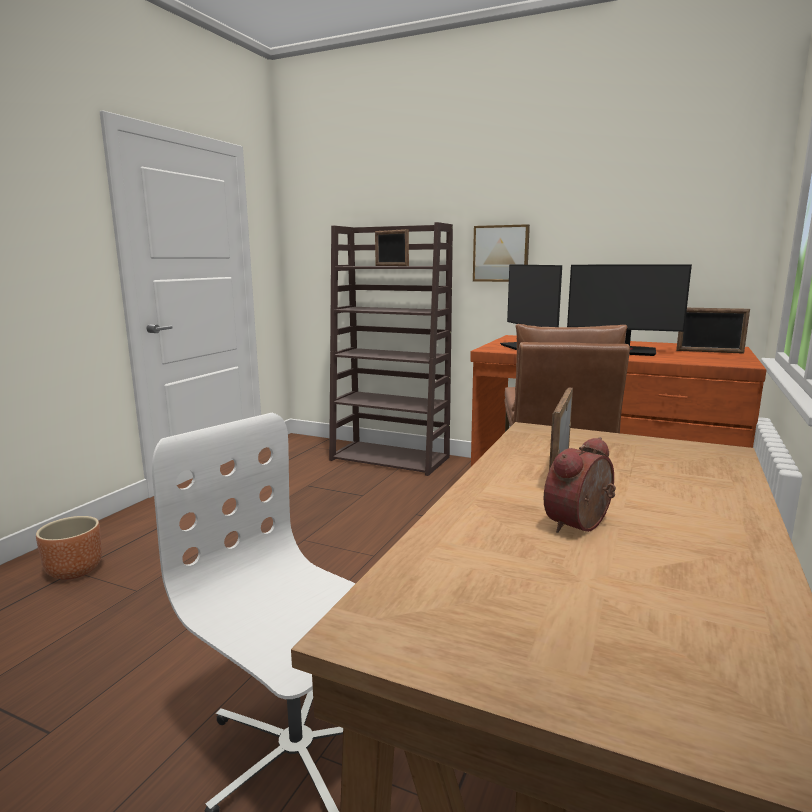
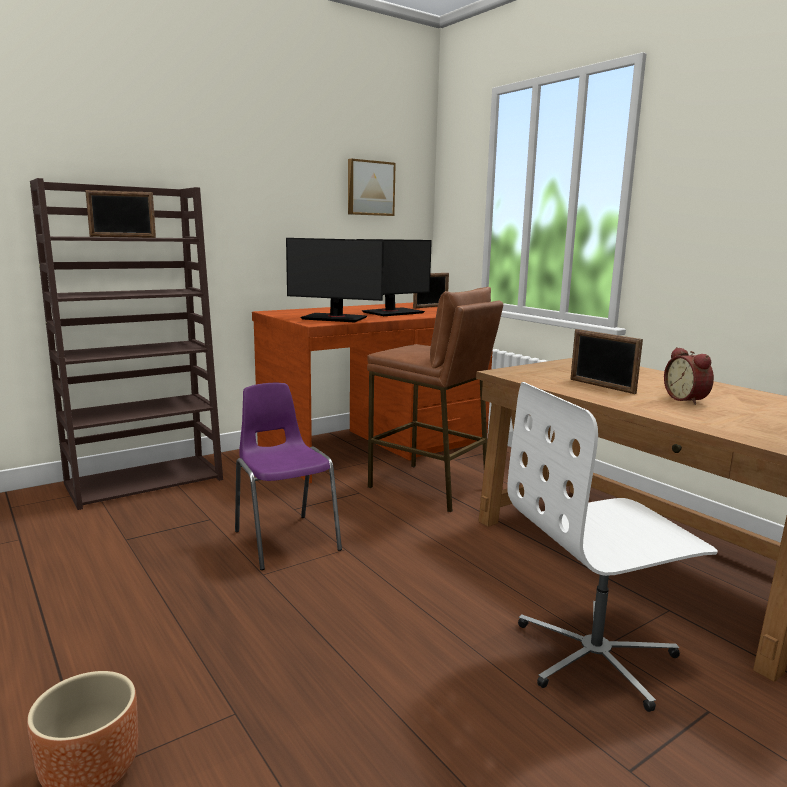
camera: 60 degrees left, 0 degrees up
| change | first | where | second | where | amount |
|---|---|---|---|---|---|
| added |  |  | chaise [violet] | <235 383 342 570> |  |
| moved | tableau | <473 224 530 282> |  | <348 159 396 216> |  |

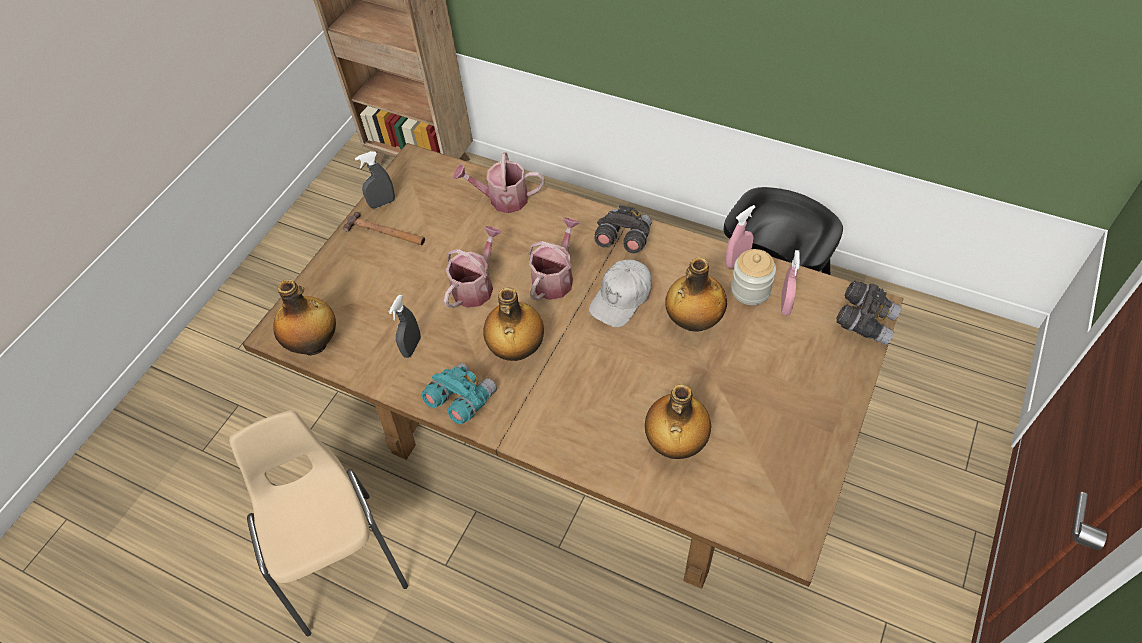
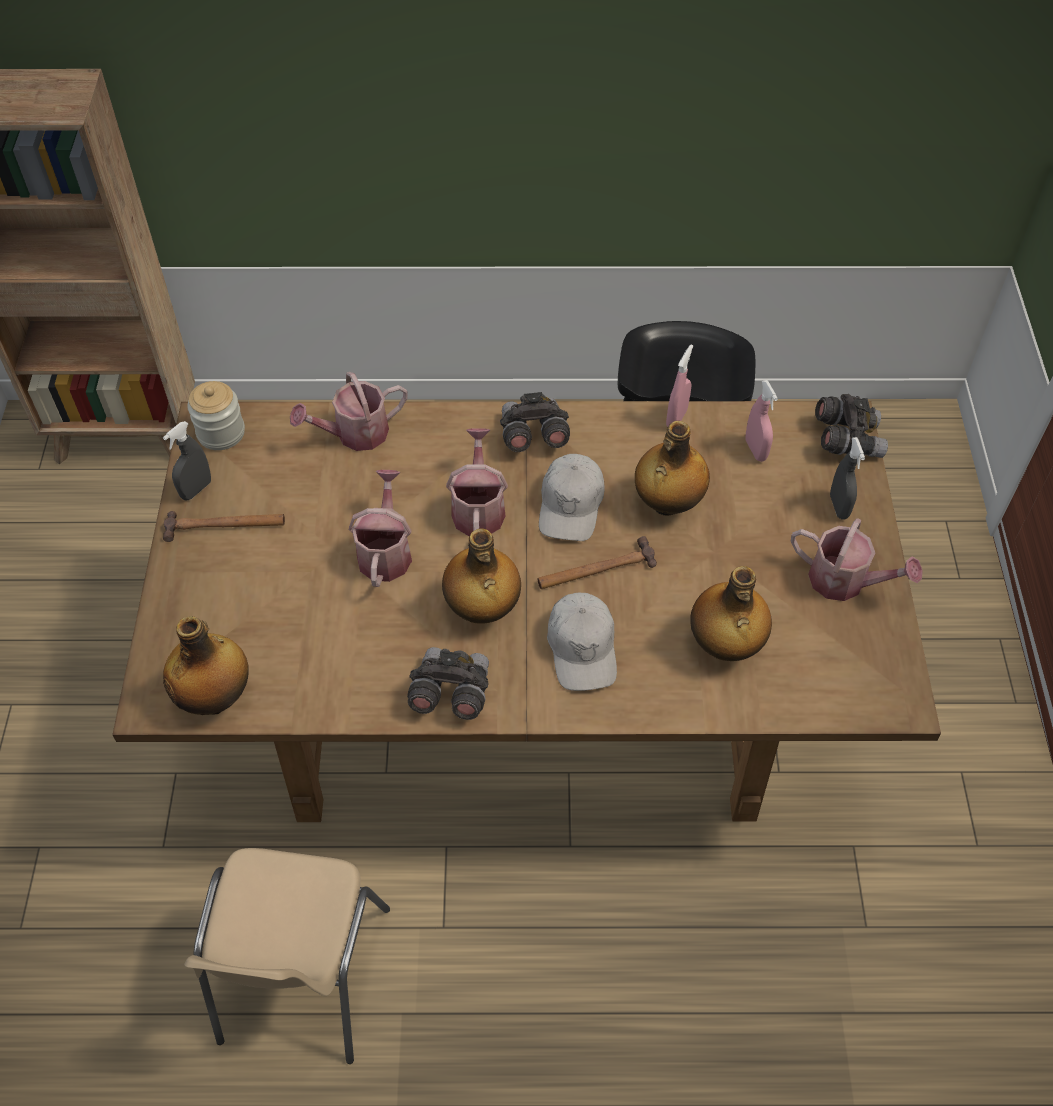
camera: 30 degrees left, 0 degrees up
| change | first | where | second | where | amount |
|---|---|---|---|---|---|
| turned | chaise [beige] | <229 410 408 636> |  | <184 848 390 1064> | 120 degrees counterclockwise |
| moved | bocal | <731 249 776 305> |  | <187 381 245 450> |  |
| recoloured | jumelles [turquoise] | <422 363 497 424> | jumelles [gris] | <407 647 489 720> |  |
| added |  |  | marteau | <538 536 657 589> |  |
| added |  |  | casquette [blanc] | <547 593 617 691> |  |
| added |  |  | arrosoir | <790 518 923 601> |  |
| moved | vaporisateur [gris] | <389 295 421 358> |  | <830 437 865 520> |  |

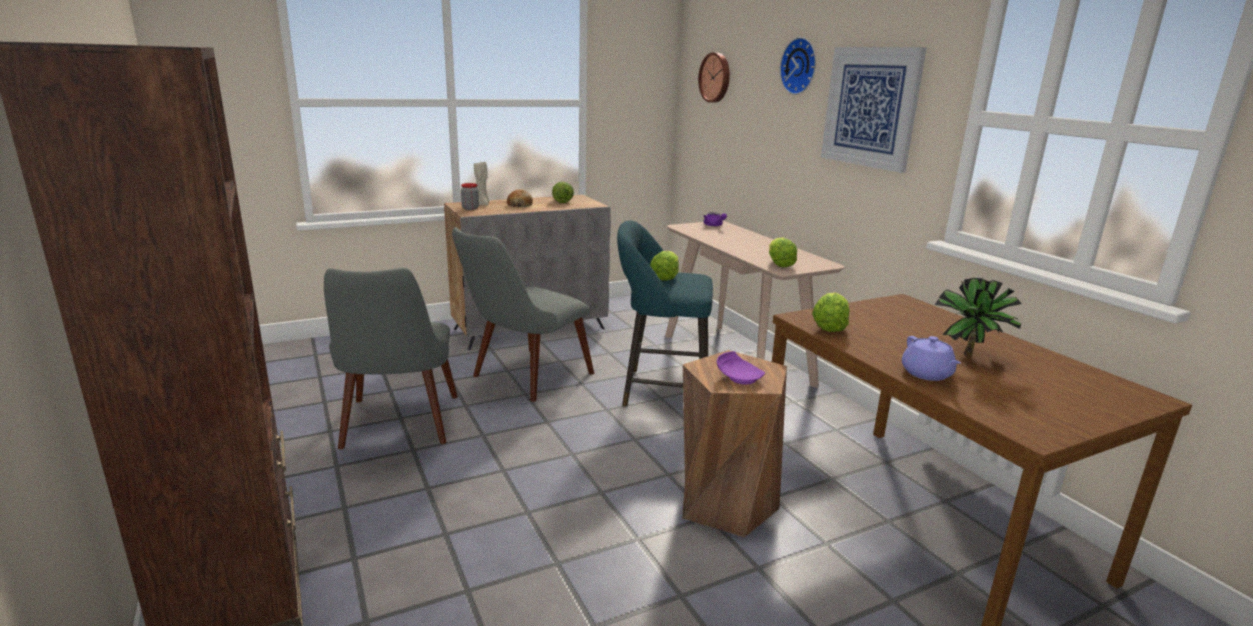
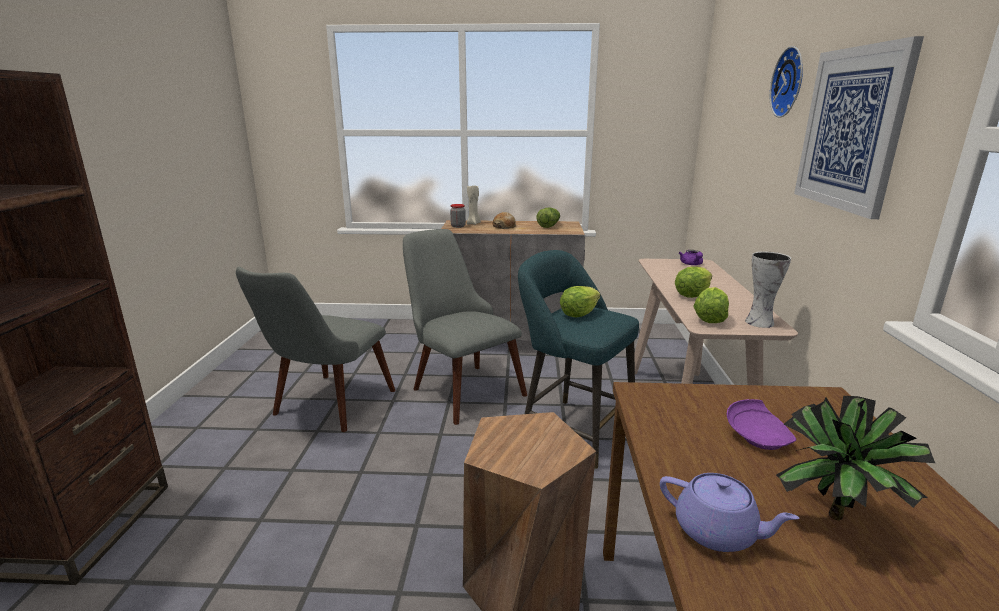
camera: 30 degrees right, 0 degrees up
| change | first | where | second | where | amount |
|---|---|---|---|---|---|
| turned | chaise [gris] | <452 227 594 402> |  | <403 229 527 425> | 75 degrees clockwise |
| turned | théière [violet] | <902 336 961 381> |  | <660 473 799 552> | 75 degrees counterclockwise |
| moved | laitue | <812 292 850 332> |  | <675 267 712 298> |  |
| moved | assiette [violet] | <717 351 765 384> |  | <727 399 796 450> |  |
| added |  |  | vase | <745 251 791 328> |  |
| removed | horloge murale | <698 52 730 103> |  |  |  |

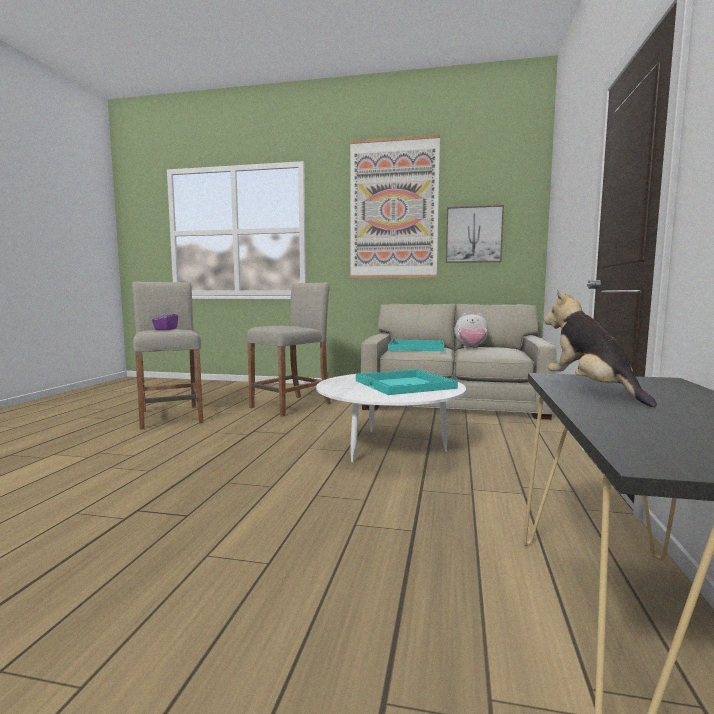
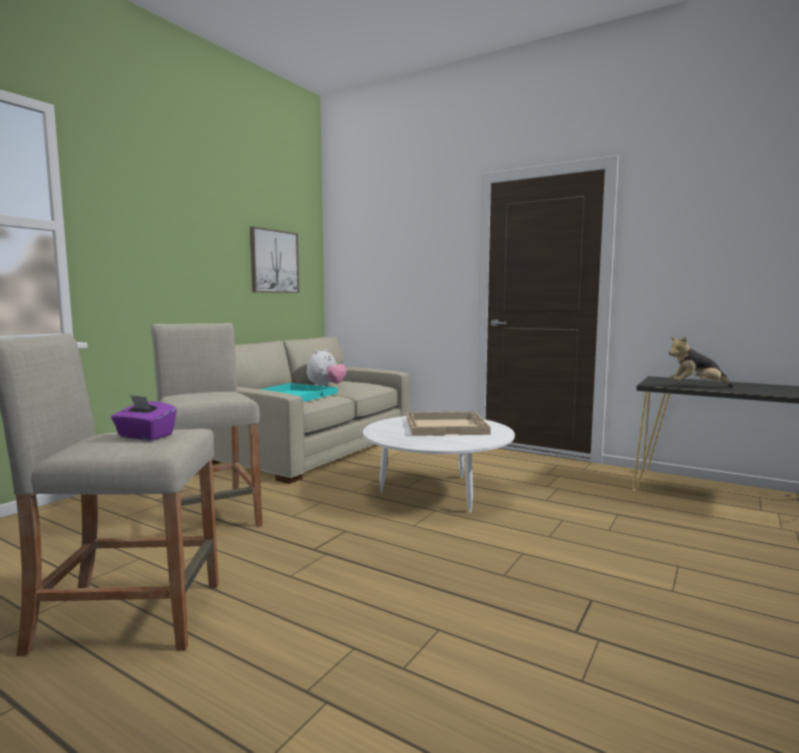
camera: 70 degrees left, 0 degrees up
| change | first | where | second | where | amount |
|---|---|---|---|---|---|
| recoloured | plateau [turquoise] | <356 369 458 395> | plateau [beige] | <407 411 491 436> |  |
| removed | tableau | <350 134 440 278> |  |  |  |

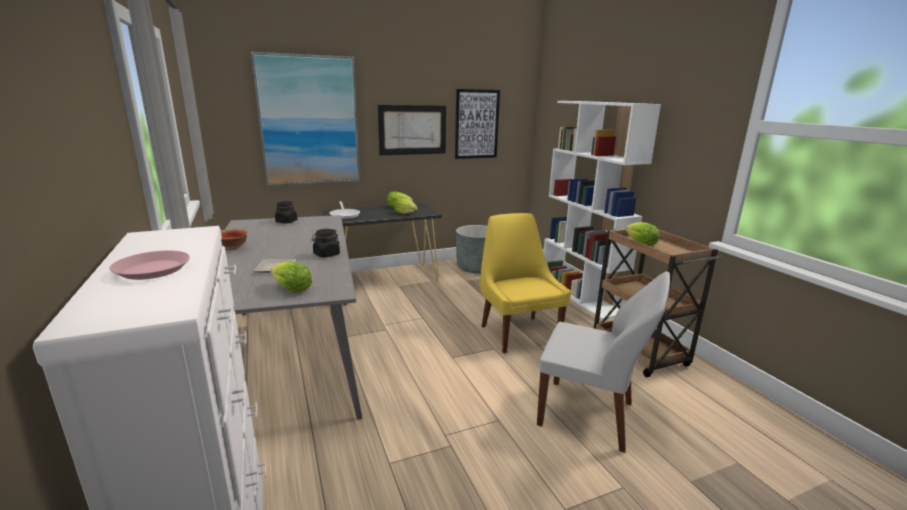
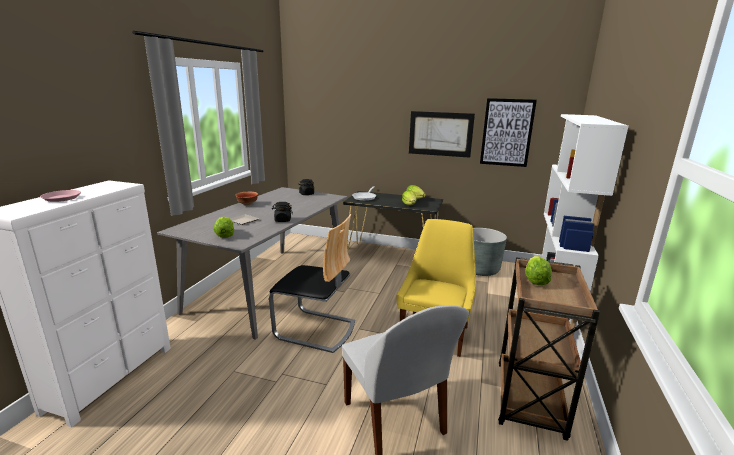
camera: 40 degrees right, 0 degrees up
| change | first | where | second | where | amount |
|---|---|---|---|---|---|
| added |  |  | chaise | <269 214 355 353> |  |
| removed | tableau | <251 52 360 186> |  |  |  |

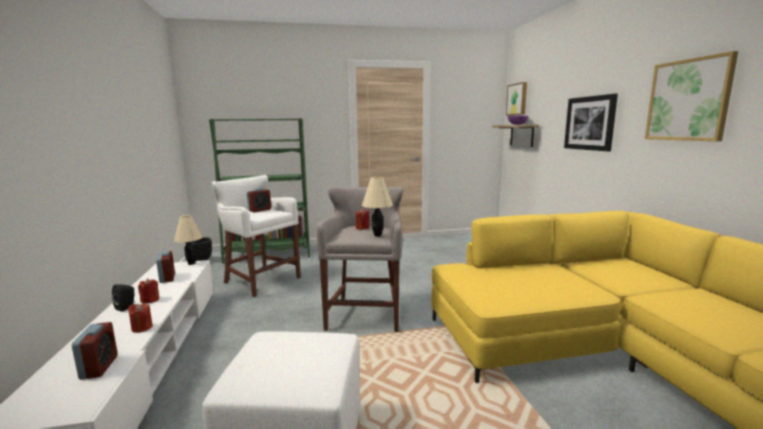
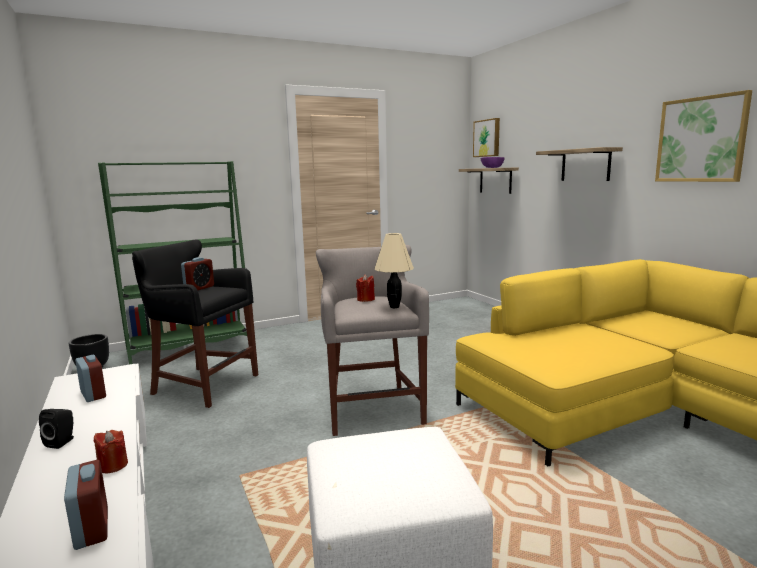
camera: 15 degrees left, 0 degrees up
| change | first | where | second | where | amount |
|---|---|---|---|---|---|
| recoloured | tabouret [blanc] | <212 175 301 297> | tabouret [noir] | <132 239 258 408> |  |
| replaced | tableau | <564 93 618 152> | étagère | <536 147 623 181> |  |
| removed | bougie [rouge] | <138 279 159 304> |  |  |  |
| removed | lampe de table [beige] | <174 215 203 265> |  |  |  |

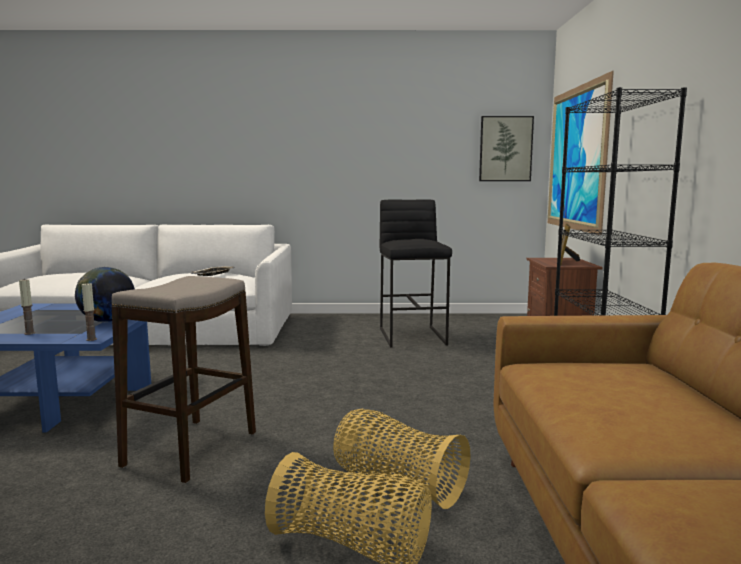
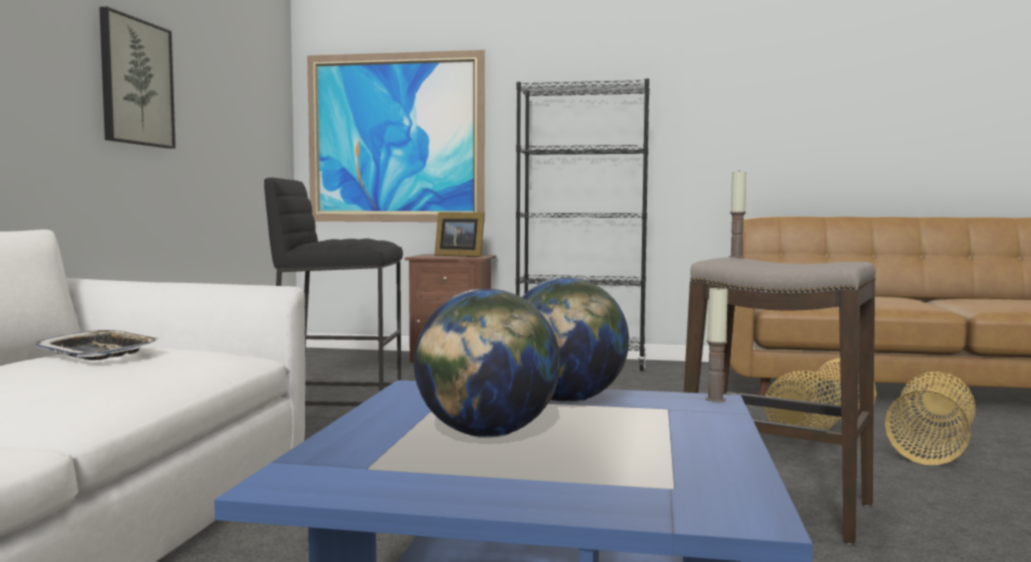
camera: 80 degrees left, 5 degrees down
| change | first | where | second | where | amount |
|---|---|---|---|---|---|
| moved | tableau | <479 116 534 181> |  | <99 7 176 149> |  |
| added |  |  | globe | <414 289 561 438> |  |
| moved | bougie | <19 279 35 335> |  | <729 170 746 258> |  |

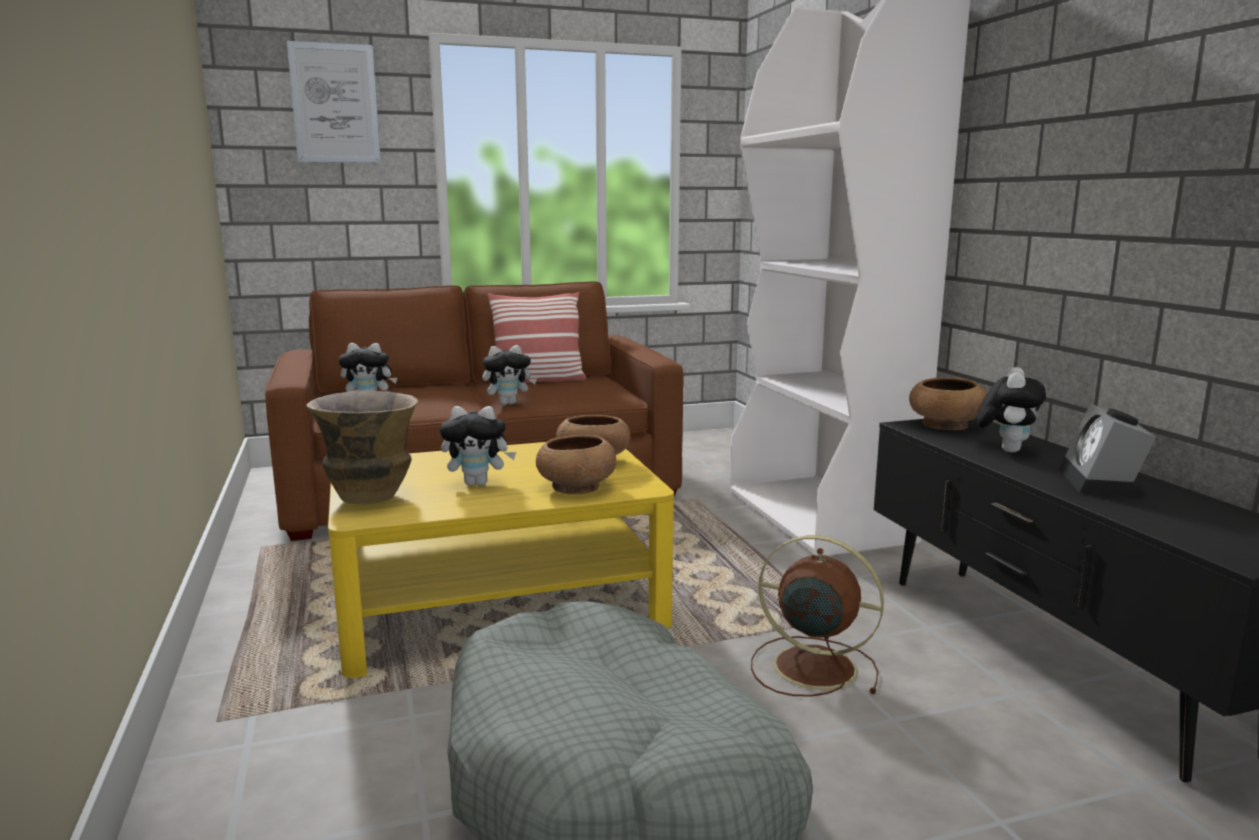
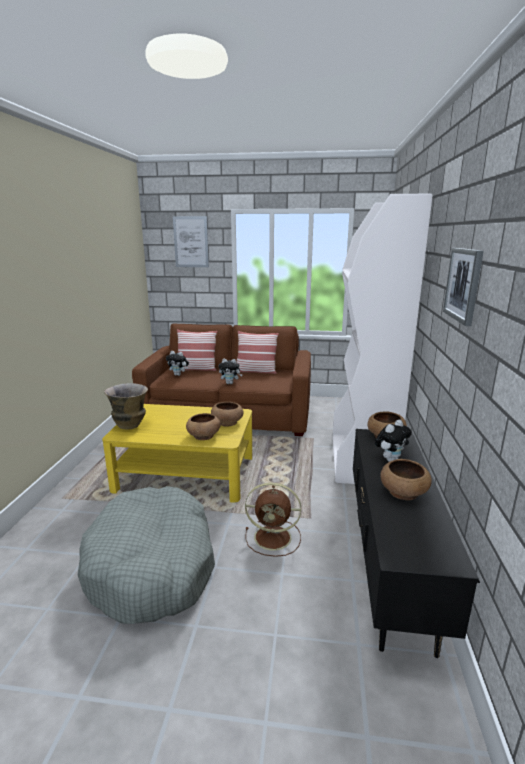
camera: 25 degrees right, 5 degrees up
| change | first | where | second | where | amount |
|---|---|---|---|---|---|
| added |  |  | coussin | <177 329 217 371> |  |
| turned | ventilateur [marron] | <751 535 884 697> |  | <245 482 301 557> | 135 degrees clockwise |
| replaced | réveil | <1059 404 1156 497> | bol [marron] | <380 459 432 500> |  |
| added |  |  | tableau | <443 248 484 326> |  |
| removed | peluche | <440 406 516 486> |  |  |  |

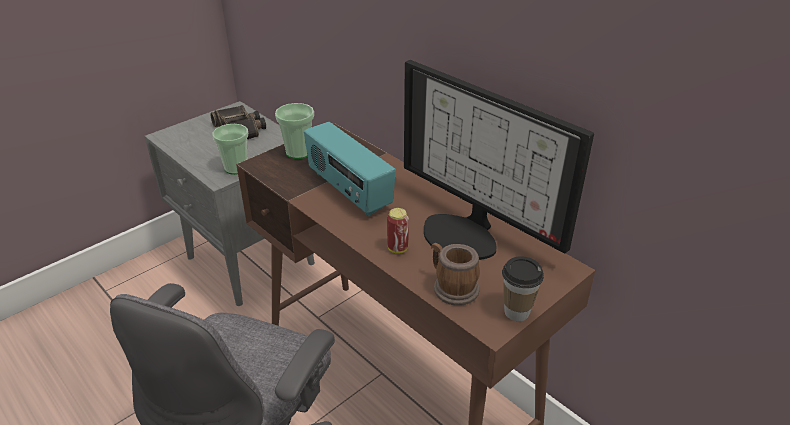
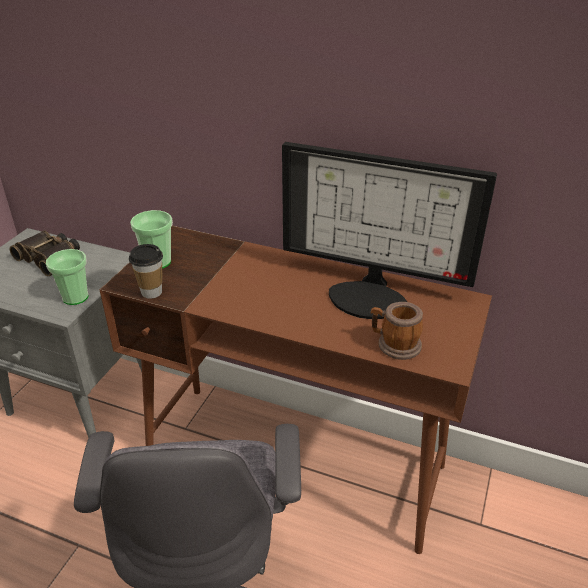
camera: 25 degrees left, 0 degrees up
| change | first | where | second | where | amount |
|---|---|---|---|---|---|
| moved | tasse | <502 256 544 321> |  | <129 244 163 299> |  |
| removed | radio | <304 122 396 216> |  |  |  |
| removed | boîte métallique | <387 208 409 254> |  |  |  |

